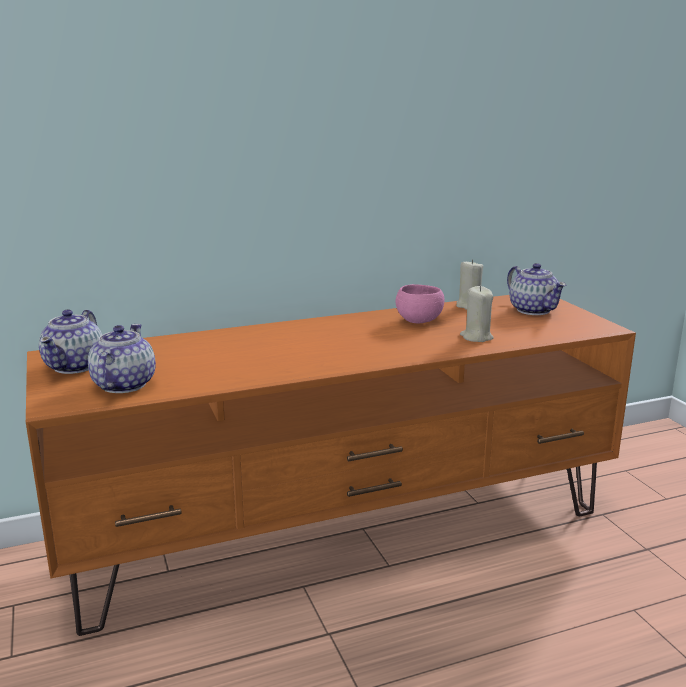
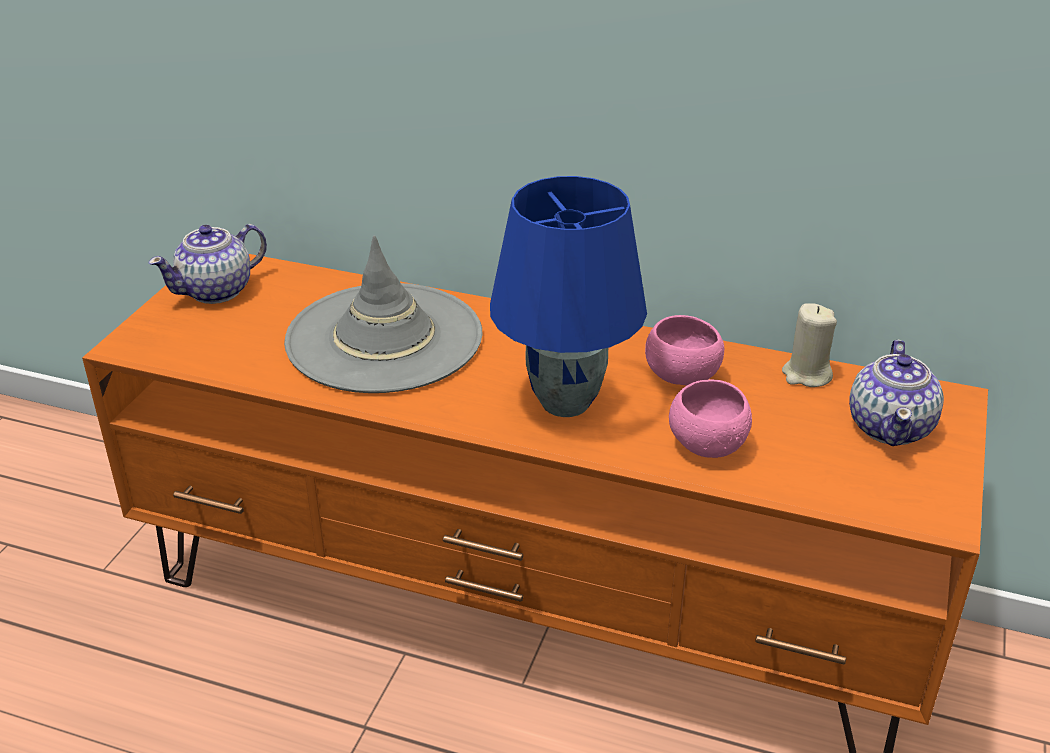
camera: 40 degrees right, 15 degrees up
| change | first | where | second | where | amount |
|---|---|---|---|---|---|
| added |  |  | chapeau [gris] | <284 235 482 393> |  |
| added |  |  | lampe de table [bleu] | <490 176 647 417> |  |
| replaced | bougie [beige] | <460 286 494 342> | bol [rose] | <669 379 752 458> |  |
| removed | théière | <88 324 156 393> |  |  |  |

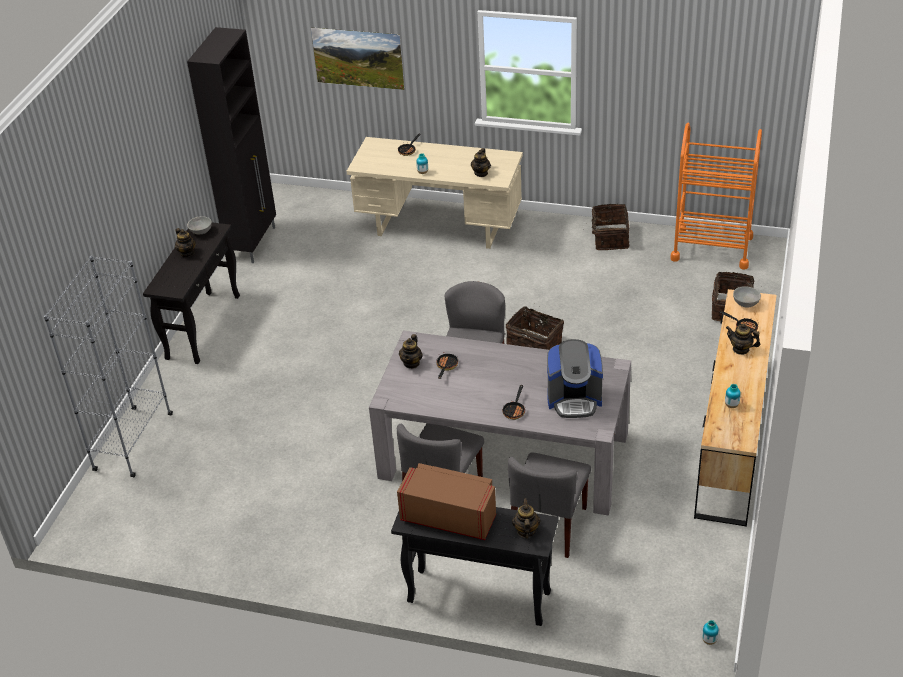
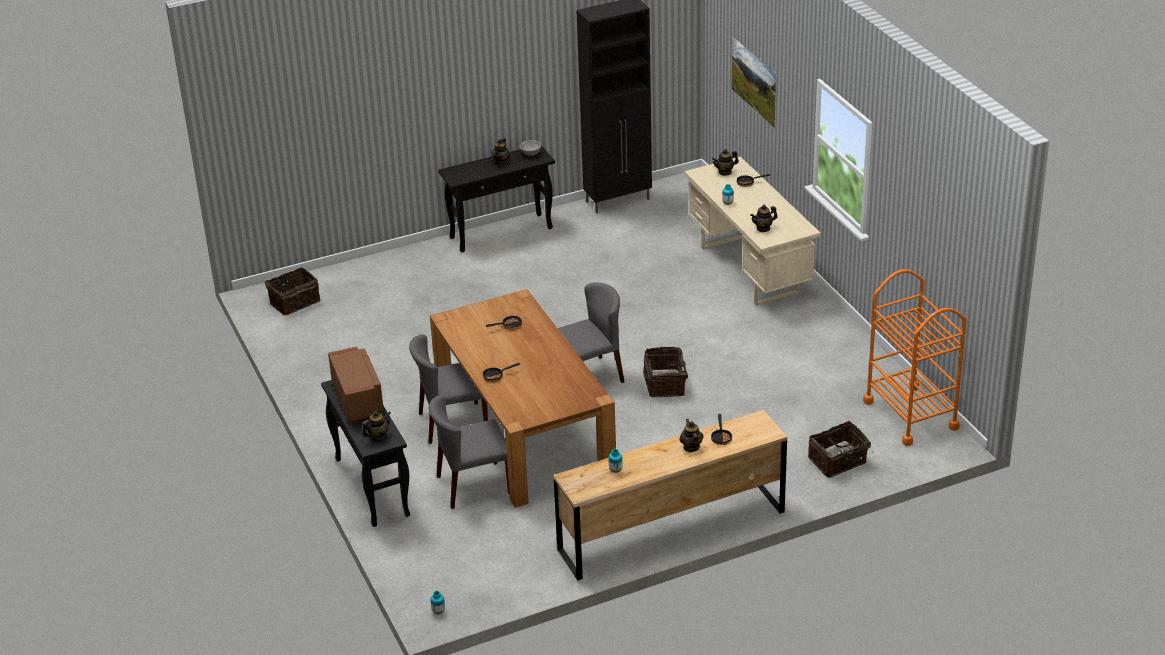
camera: 50 degrees right, 5 degrees down
| change | first | where | second | where | amount |
|---|---|---|---|---|---|
| moved | panier | <584 204 629 250> |  | <264 267 320 315> |  |
| recoloured | table à manger [gris] | <369 331 631 515> | table à manger [marron] | <430 289 616 508> |  |
| moved | théière | <399 334 423 369> |  | <712 149 739 176> |  |
| removed | bibliothèque [gris] | <44 256 173 477> |  |  |  |
| removed | machine à café | <547 339 603 418> |  |  |  |
| removed | bol [gris] | <733 286 761 308> |  |  |  |

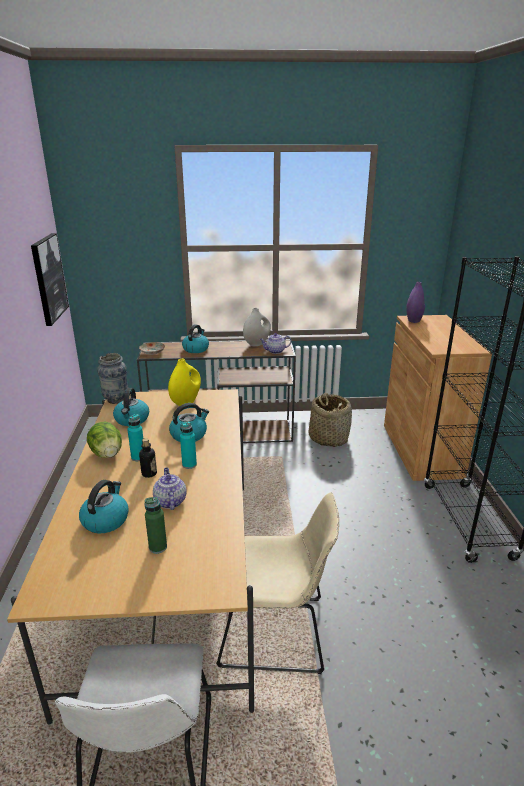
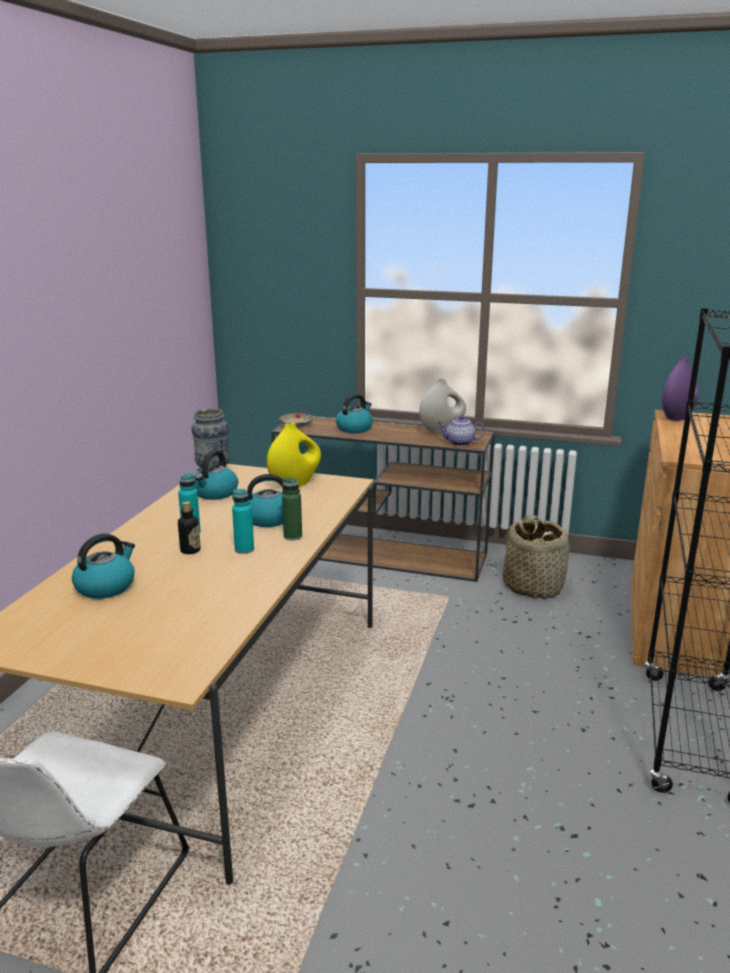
camera: 20 degrees right, 5 degrees down
| change | first | where | second | where | amount |
|---|---|---|---|---|---|
| moved | bouteille [vert] | <144 497 167 554> |  | <282 478 302 541> |  |
| removed | tableau | <31 233 69 326> |  |  |  |
| removed | laitue | <87 422 122 458> |  |  |  |
| removed | théière | <153 468 186 510> |  |  |  |
| removed | chaise [beige] | <216 493 339 674> |  |  |  |

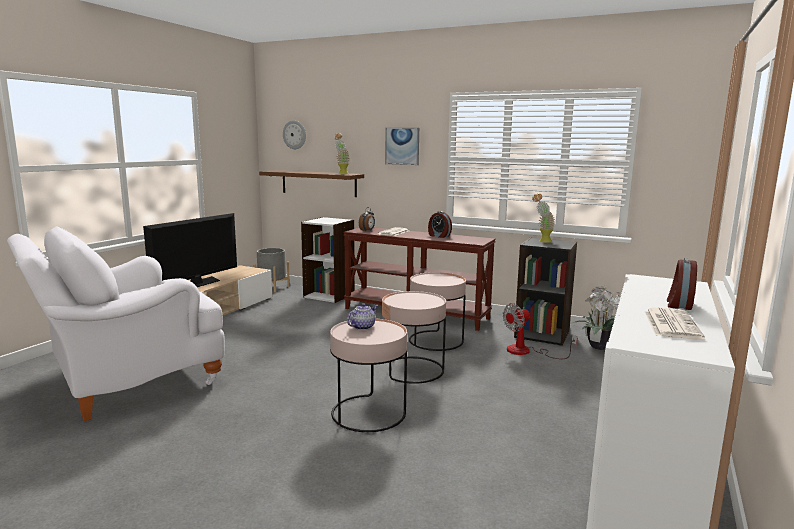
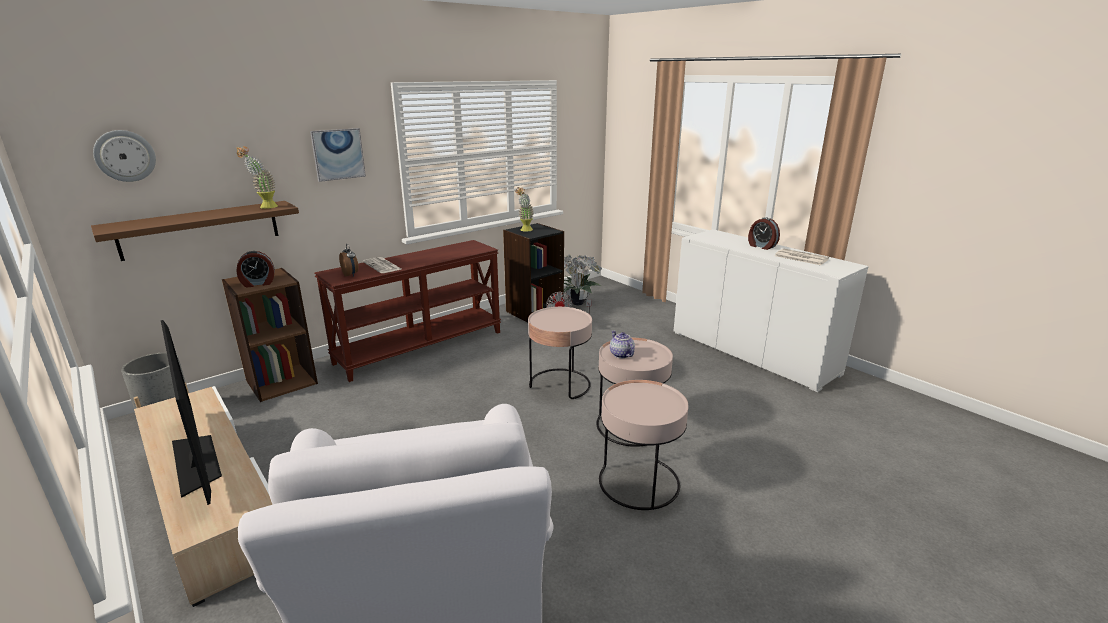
camera: 65 degrees left, 10 degrees up
| change | first | where | second | where | amount |
|---|---|---|---|---|---|
| recoloured | bibliothèque [blanc] | <301 217 355 303> | bibliothèque [marron] | <222 268 318 402> |  |
| moved | réveil | <428 211 452 238> |  | <236 251 275 288> |  |
| moved | table d'appoint [rose] | <409 272 466 351> |  | <599 380 689 510> |  |

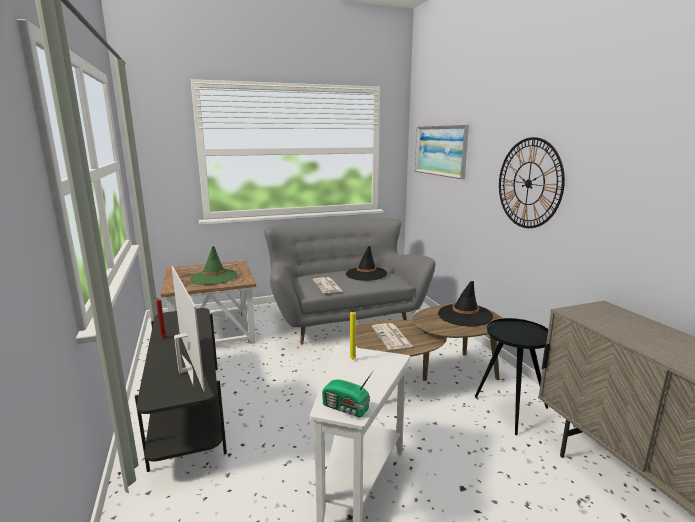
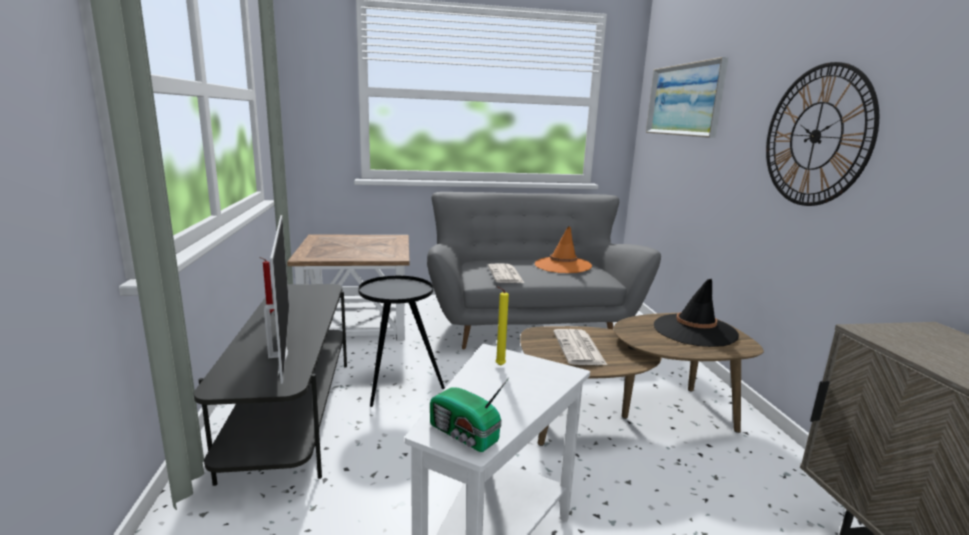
camera: 10 degrees right, 0 degrees up
| change | first | where | second | where | amount |
|---|---|---|---|---|---|
| moved | table d'appoint [noir] | <475 318 548 435> |  | <358 275 445 407> |  |
| recoloured | chapeau [noir] | <346 246 387 281> | chapeau [orange] | <535 226 592 273> |  |
| removed | chapeau [vert] | <190 246 238 285> |  |  |  |

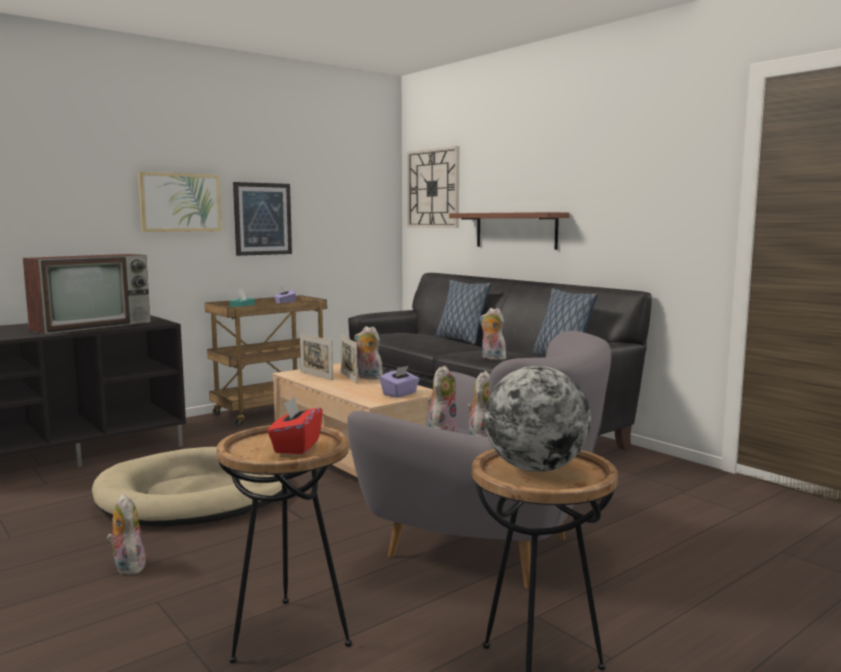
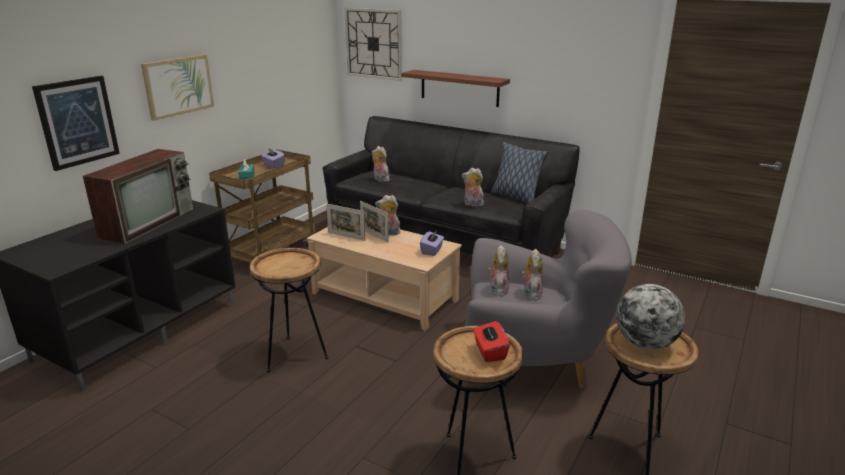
camera: 20 degrees left, 15 degrees up
| change | first | where | second | where | amount |
|---|---|---|---|---|---|
| moved | tableau | <233 182 292 256> |  | <32 76 120 171> |  |
| replaced | panier pour chien [beige] | <92 447 289 527> | table d'appoint [marron] | <250 248 328 372> |  |
| moved | peluche | <107 494 146 575> |  | <372 146 390 182> |  |
| removed | coussin | <435 280 491 344> |  |  |  |

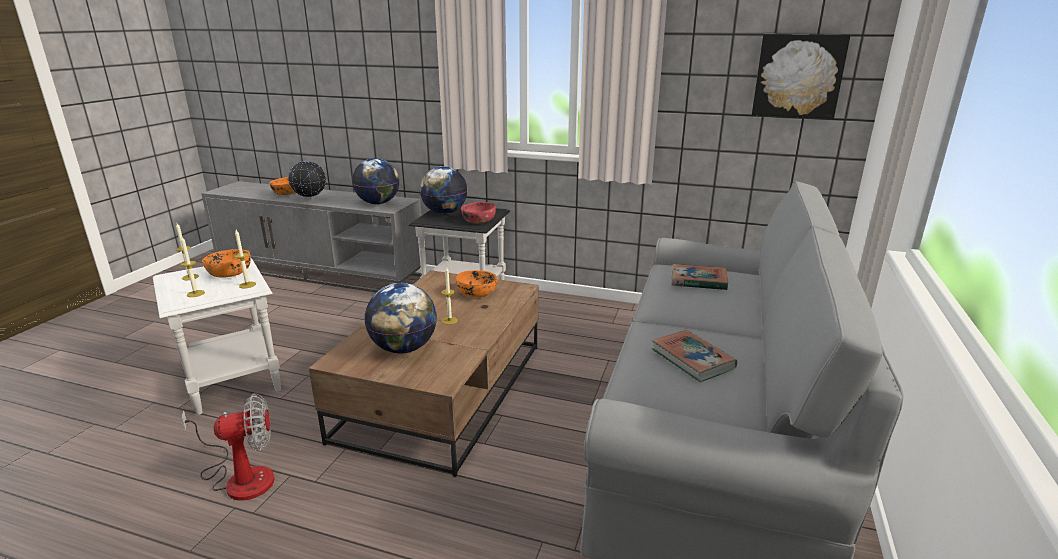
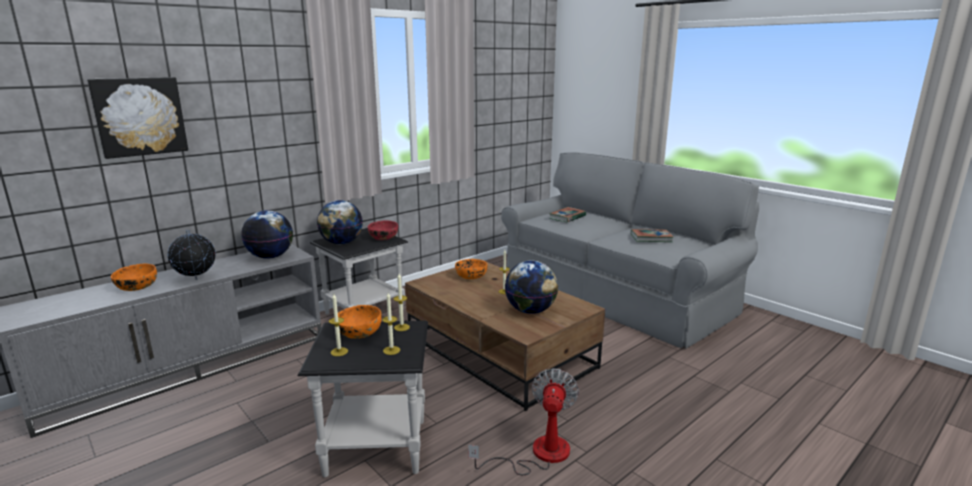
camera: 60 degrees left, 5 degrees down
| change | first | where | second | where | amount |
|---|---|---|---|---|---|
| moved | tableau | <752 34 850 119> |  | <87 77 188 159> |  |
| recoloured | table d'appoint [blanc] | <153 258 281 415> | table d'appoint [noir] | <298 321 428 477> |  |

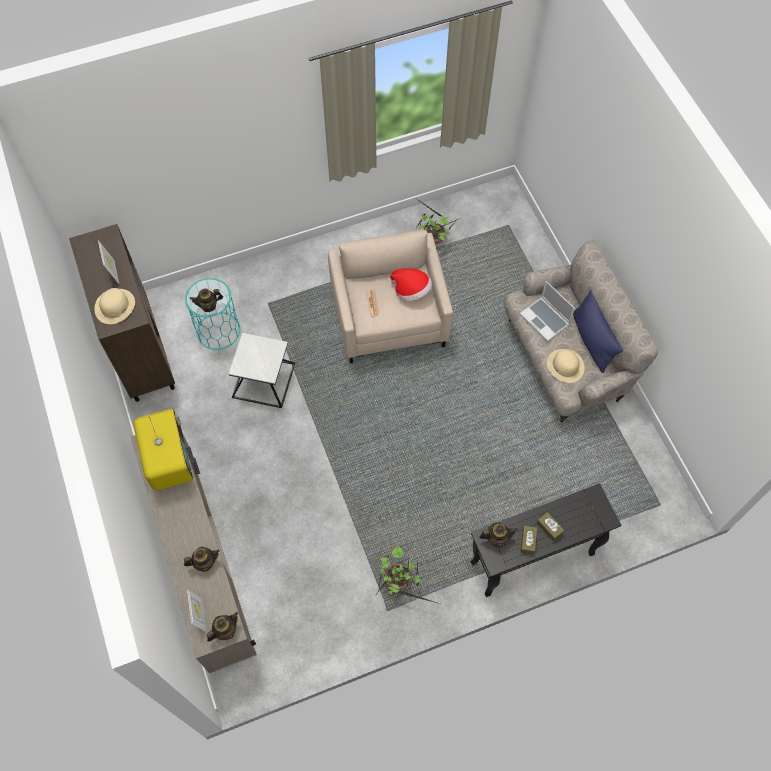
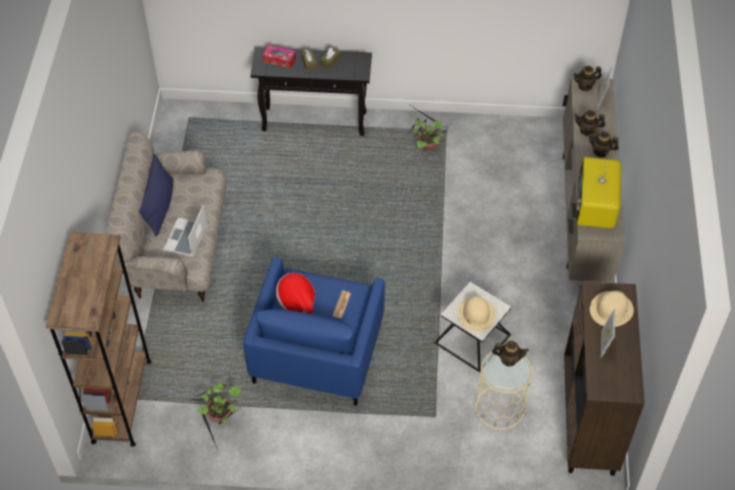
camera: 155 degrees left, 10 degrees down
| change | first | where | second | where | amount |
|---|---|---|---|---|---|
| added |  |  | bibliothèque [marron] | <46 232 152 447> |  |
| turned | ordinateur portable | <520 281 575 341> |  | <163 205 207 257> | 150 degrees counterclockwise |
| recoloured | fauteuil [beige] | <328 230 453 364> | fauteuil [bleu] | <243 257 385 406> |  |
| added |  |  | boîte à mouchoirs | <263 45 296 69> |  |
| moved | chapeau [beige] | <547 349 585 383> |  | <457 296 496 332> |  |
| recoloured | table d'appoint [turquoise] | <185 278 240 350> | table d'appoint [beige] | <475 350 532 429> |  |
| moved | théière | <479 522 518 547> |  | <588 131 619 157> |  |

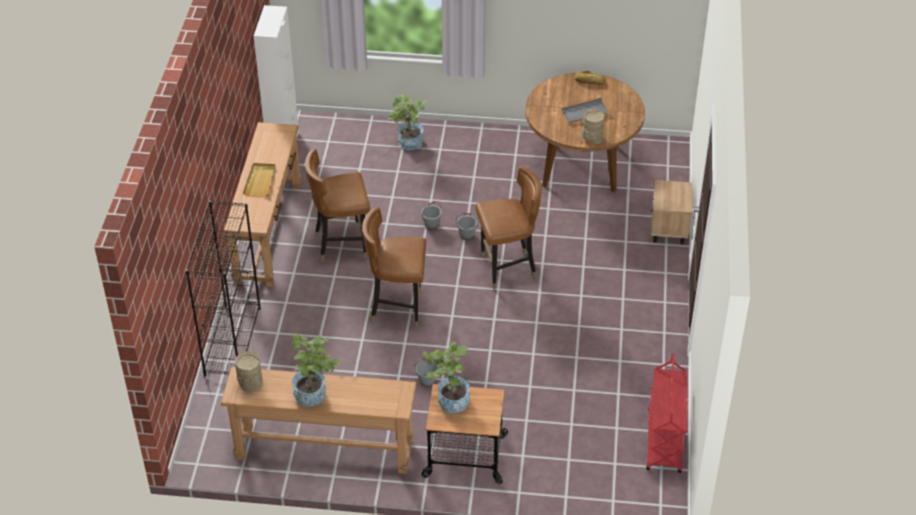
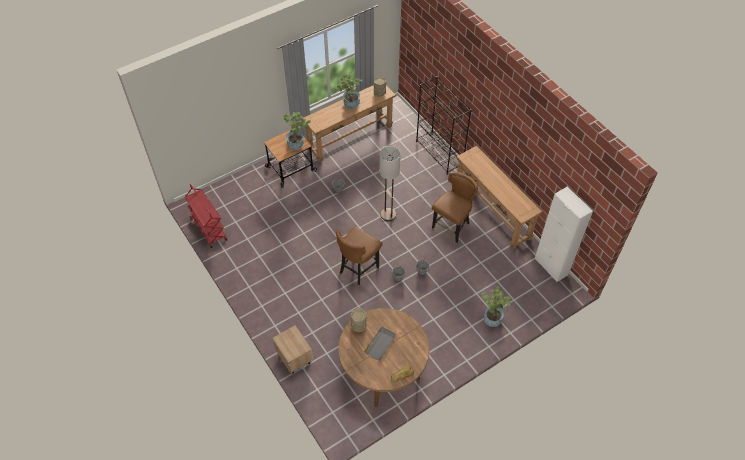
camera: 140 degrees right, 10 degrees up
| change | first | where | second | where | amount |
|---|---|---|---|---|---|
| replaced | chaise [marron] | <362 207 426 327> | lampadaire | <379 146 400 221> |  |
| removed | plateau [beige] | <243 163 276 197> |  |  |  |

